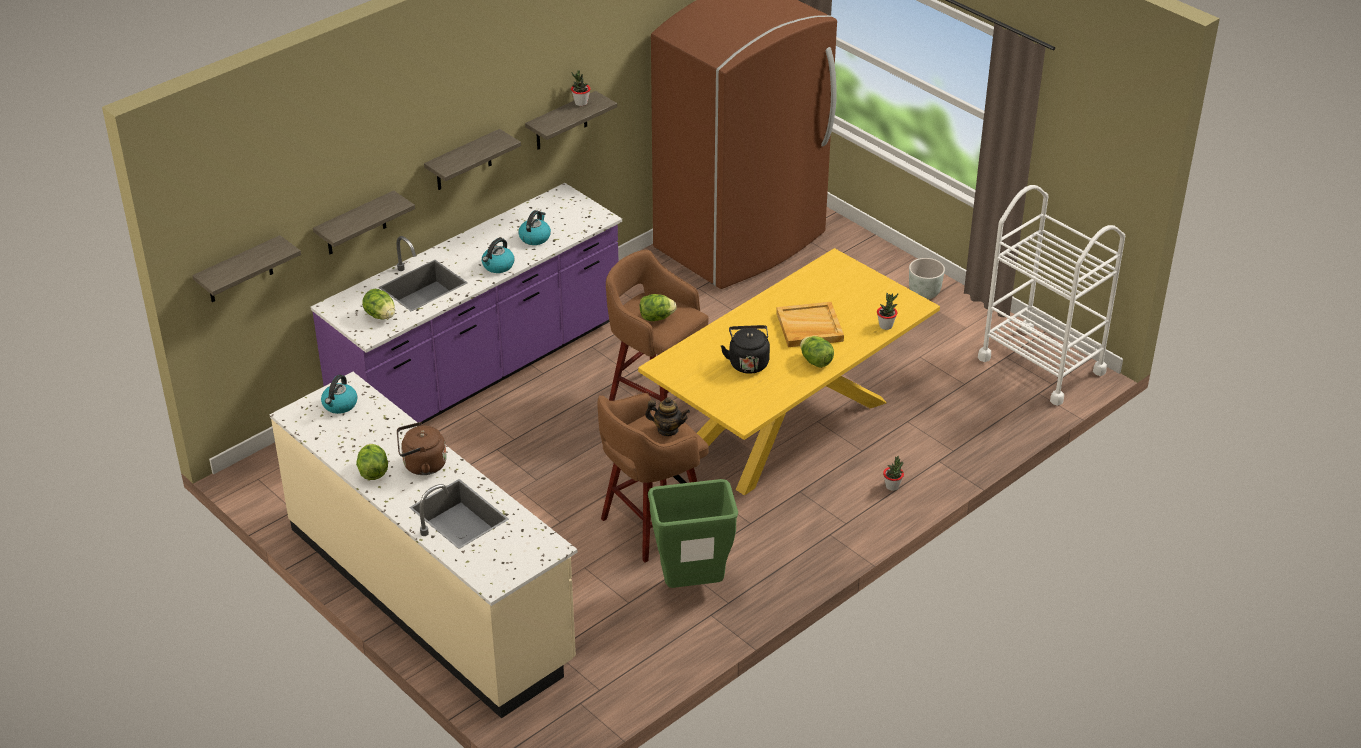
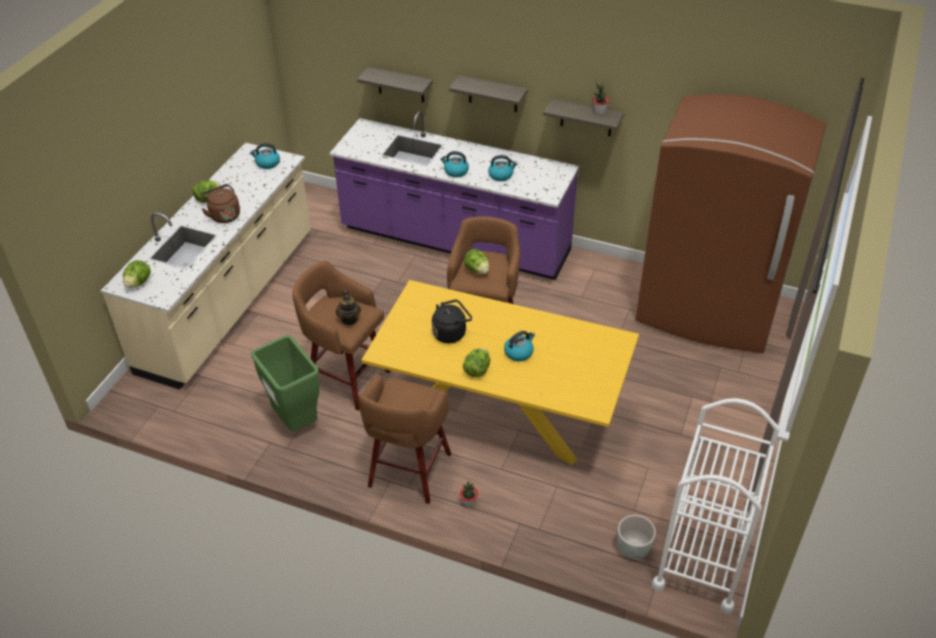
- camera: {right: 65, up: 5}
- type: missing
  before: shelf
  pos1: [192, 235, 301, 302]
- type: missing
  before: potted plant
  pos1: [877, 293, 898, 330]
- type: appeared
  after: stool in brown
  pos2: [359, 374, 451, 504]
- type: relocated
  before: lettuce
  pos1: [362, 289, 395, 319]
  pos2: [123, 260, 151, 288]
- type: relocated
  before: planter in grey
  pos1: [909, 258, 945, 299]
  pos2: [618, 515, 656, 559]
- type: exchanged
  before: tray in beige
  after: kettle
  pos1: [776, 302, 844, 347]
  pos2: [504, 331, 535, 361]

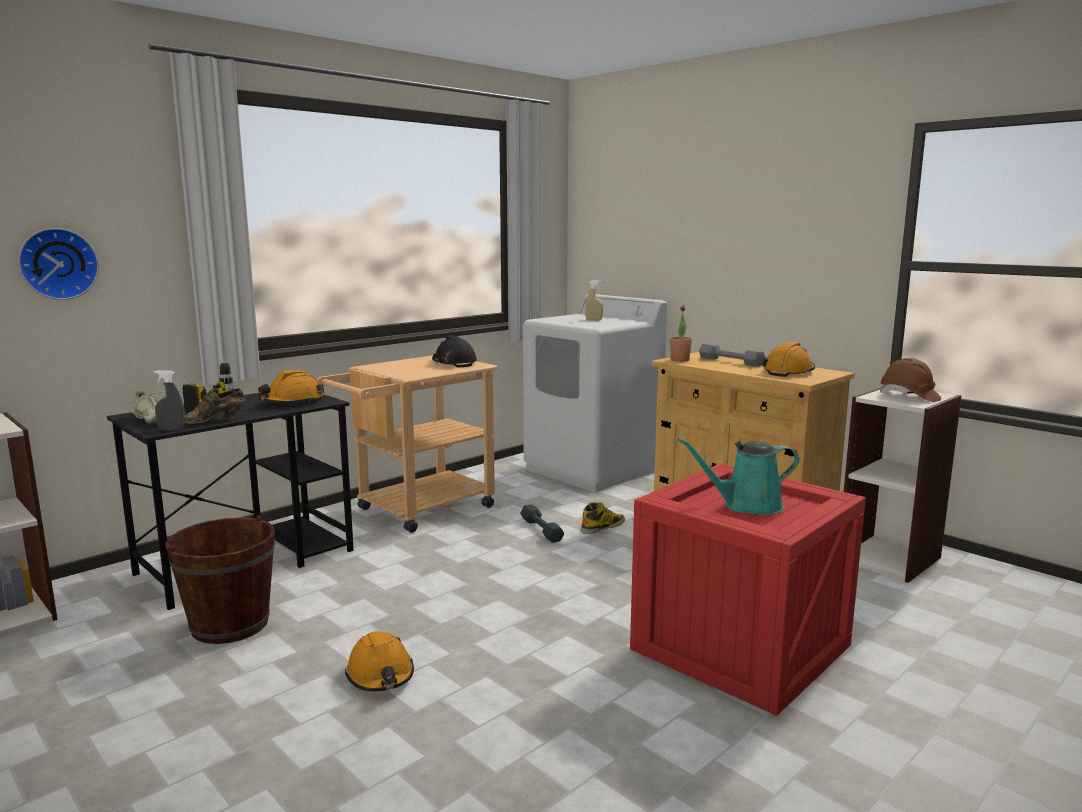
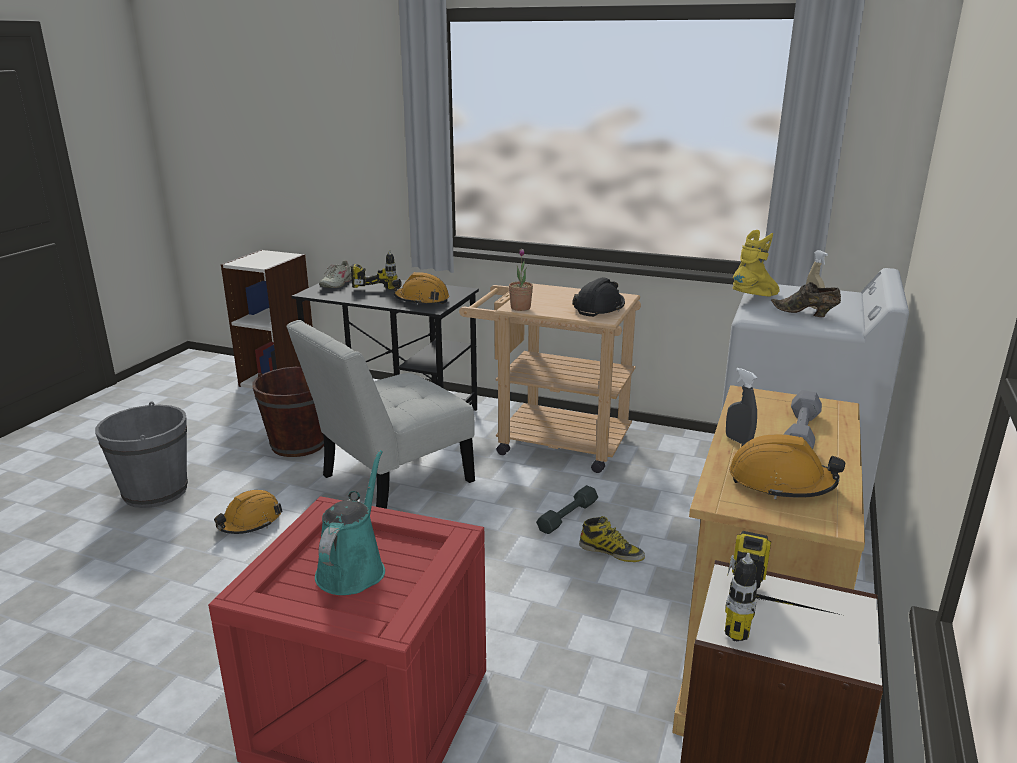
- camera: {right: 65, up: 10}
- type: missing
  before: wall clock
  pos1: [18, 228, 99, 300]
- type: appeared
  after: bucket in grey
  pos2: [95, 401, 188, 508]
- type: appeared
  after: chair in white
  pos2: [286, 320, 475, 509]
- type: appeared
  after: boot in yellow
  pos2: [732, 230, 779, 297]
- type: relocated
  before: spray bottle in grey
  pos1: [154, 370, 185, 430]
  pos2: [726, 368, 757, 444]
- type: relocated
  before: shoe in brown
  pos1: [185, 388, 245, 424]
  pos2: [771, 282, 841, 317]
- type: relocated
  before: potted plant
  pos1: [670, 305, 692, 362]
  pos2: [509, 248, 533, 311]
- type: exchanged
  before: hard hat in brown
  after: power drill
  pos1: [879, 358, 941, 402]
  pos2: [725, 531, 841, 641]
- type: spun
  before: watering can in turquoise
  pos1: [678, 438, 799, 515]
  pos2: [315, 450, 385, 595]
  turn: 45

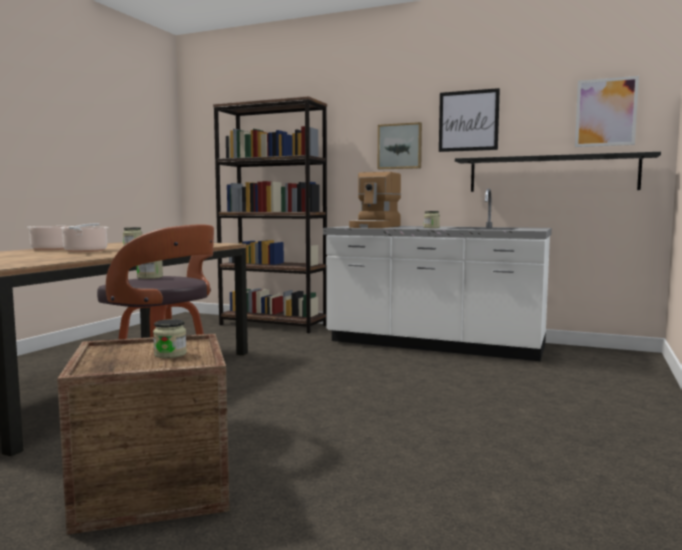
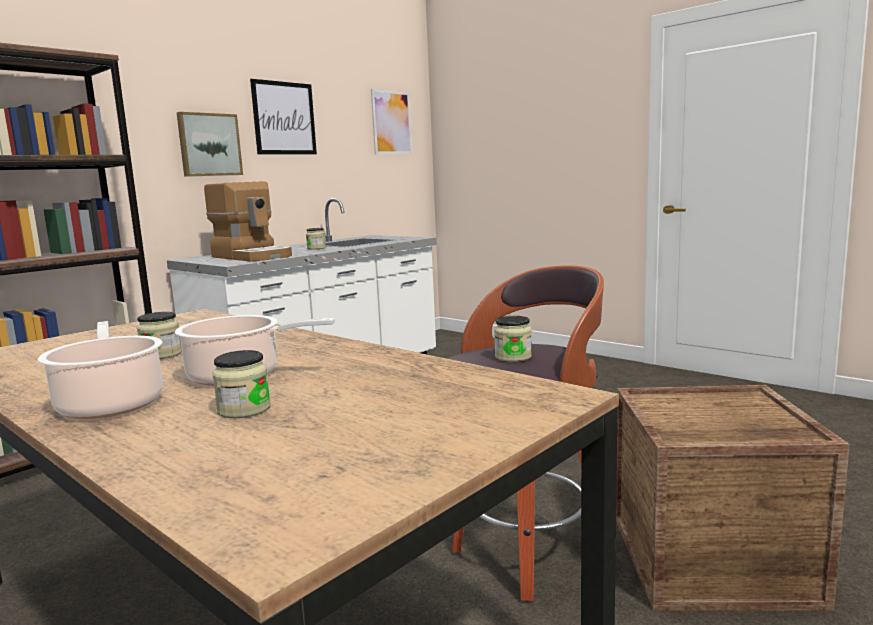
- camera: {right: -70, up: 5}
- type: missing
  before: shelf in black
  pos1: [455, 152, 661, 192]
- type: relocated
  before: jar
  pos1: [153, 319, 187, 358]
  pos2: [212, 350, 271, 418]

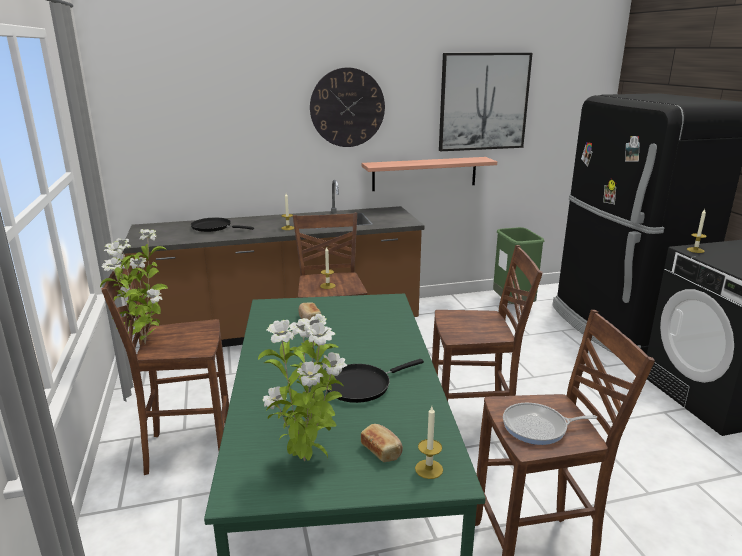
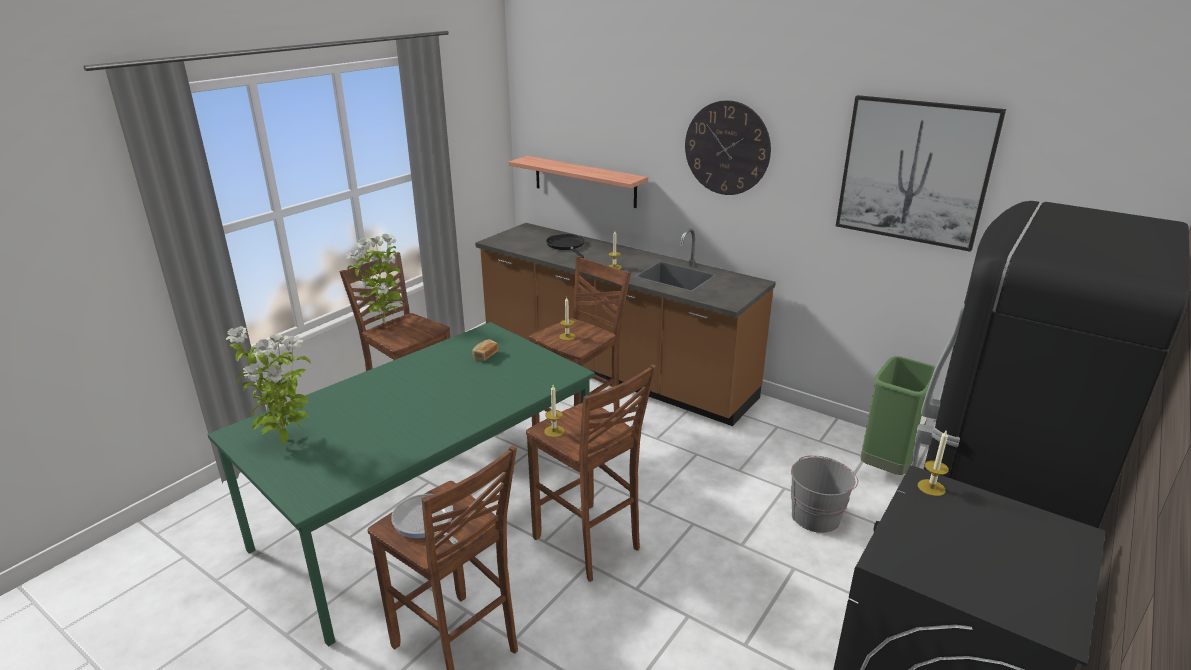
- camera: {right: 50, up: 5}
- type: missing
  before: frying pan in black
  pos1: [327, 359, 424, 403]
- type: missing
  before: bread
  pos1: [361, 424, 403, 462]
- type: appeared
  after: bucket in grey
  pos2: [791, 455, 858, 533]
- type: relocated
  before: shelf
  pos1: [362, 157, 497, 191]
  pos2: [509, 156, 648, 208]
- type: relocated
  before: candle
  pos1: [415, 406, 443, 479]
  pos2: [544, 385, 565, 437]

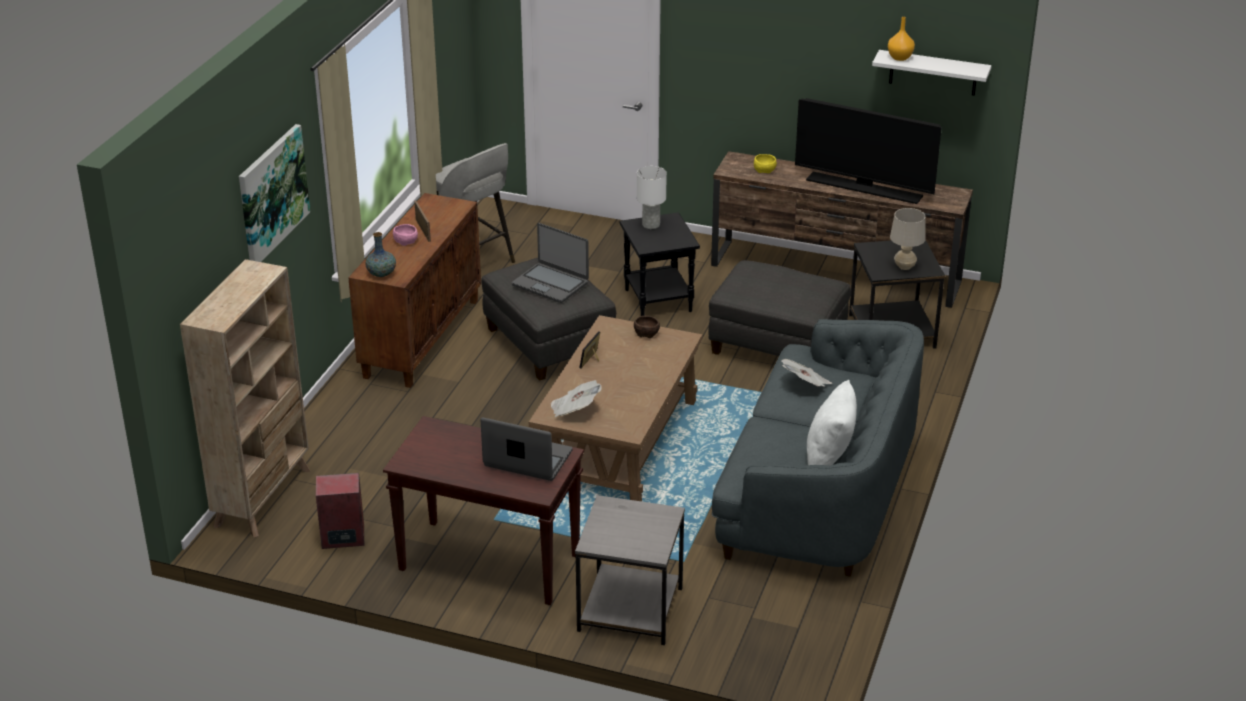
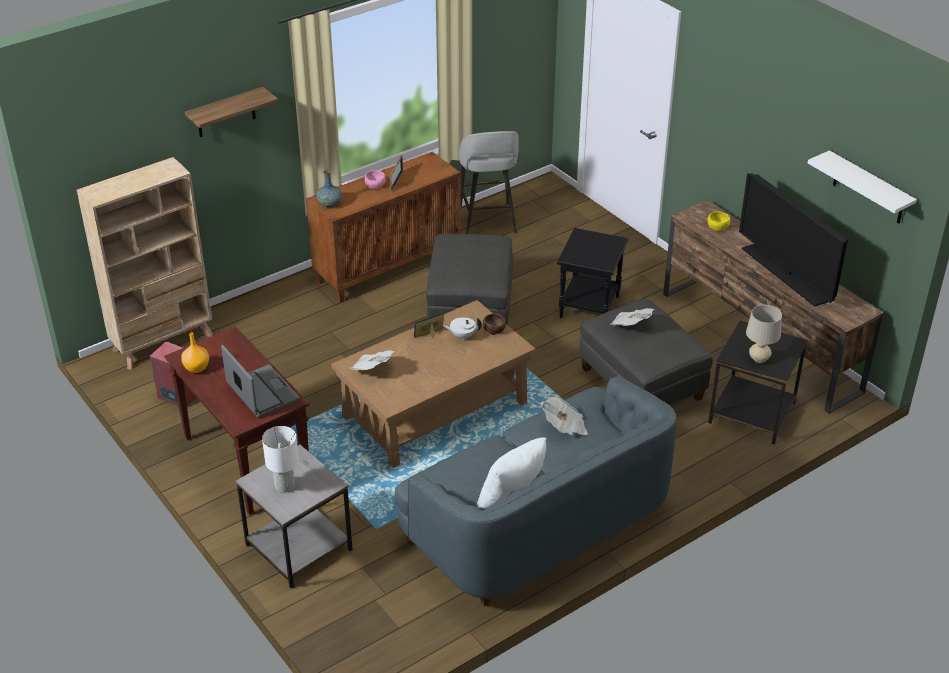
- camera: {right: 35, up: 5}
- type: missing
  before: laptop
  pos1: [512, 223, 589, 303]
- type: appeared
  after: teapot in white
  pos2: [442, 317, 482, 340]
- type: appeared
  after: newspaper
  pos2: [610, 308, 655, 326]
- type: relocated
  before: table lamp in white
  pos1: [637, 166, 667, 229]
  pos2: [262, 426, 299, 493]
- type: relocated
  before: vase in orange
  pos1: [888, 17, 915, 61]
  pos2: [181, 332, 209, 373]
- type: exchanged
  before: picture
  after: shelf
  pos1: [239, 124, 310, 262]
  pos2: [185, 87, 278, 137]

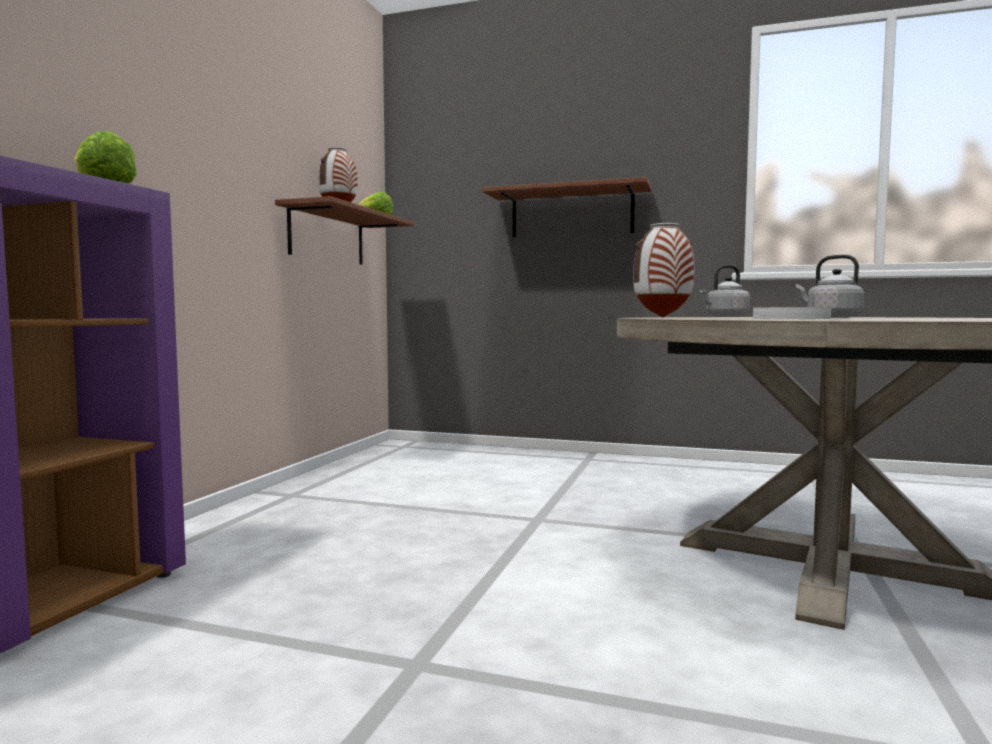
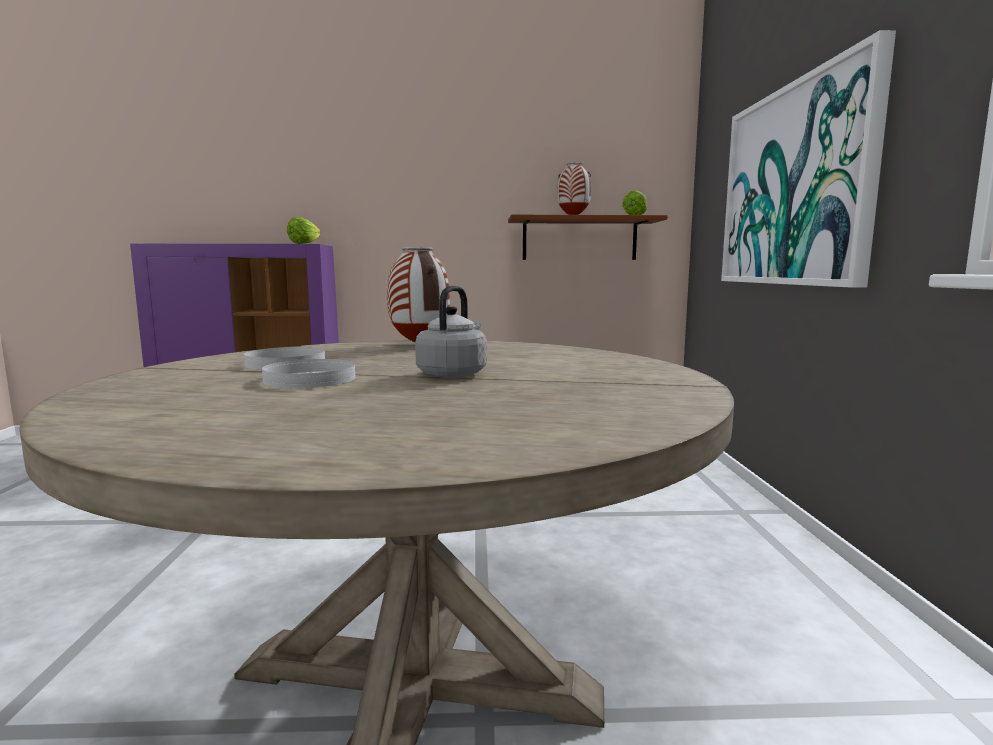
- camera: {right: 70, up: 5}
- type: missing
  before: kettle in grey
  pos1: [699, 265, 750, 317]
- type: appeared
  after: plate in white
  pos2: [262, 359, 355, 388]
- type: exchanged
  before: shelf in brown
  after: picture
  pos1: [482, 177, 652, 238]
  pos2: [721, 30, 896, 288]

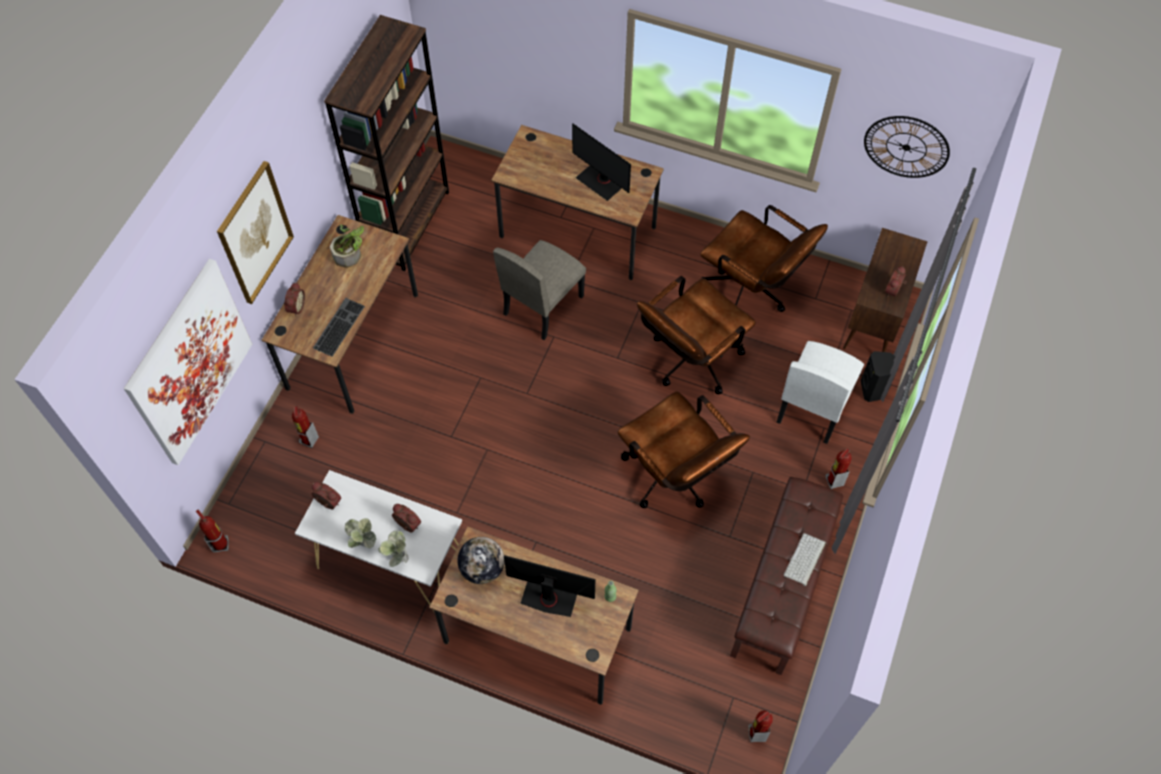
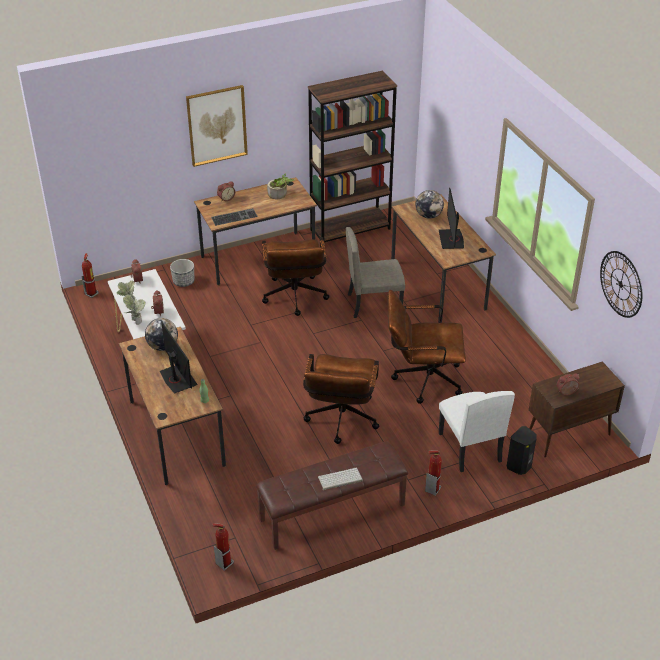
- camera: {right: 45, up: -20}
- type: missing
  before: picture
  pos1: [124, 259, 252, 465]
- type: appeared
  after: globe
  pos2: [416, 190, 444, 219]
- type: relocated
  before: office chair in brown
  pos1: [700, 205, 828, 312]
  pos2: [262, 237, 329, 316]
- type: exchanged
  before: fire extinguisher
  after: planter
  pos1: [292, 406, 319, 448]
  pos2: [170, 259, 194, 287]
- type: spun
  before: chair in white
  pos1: [777, 341, 864, 444]
  pos2: [439, 391, 515, 472]
  turn: -90

